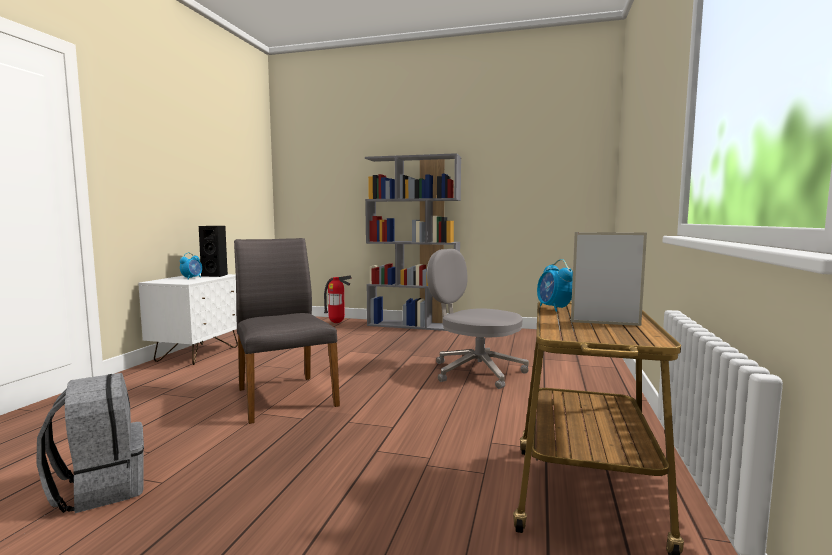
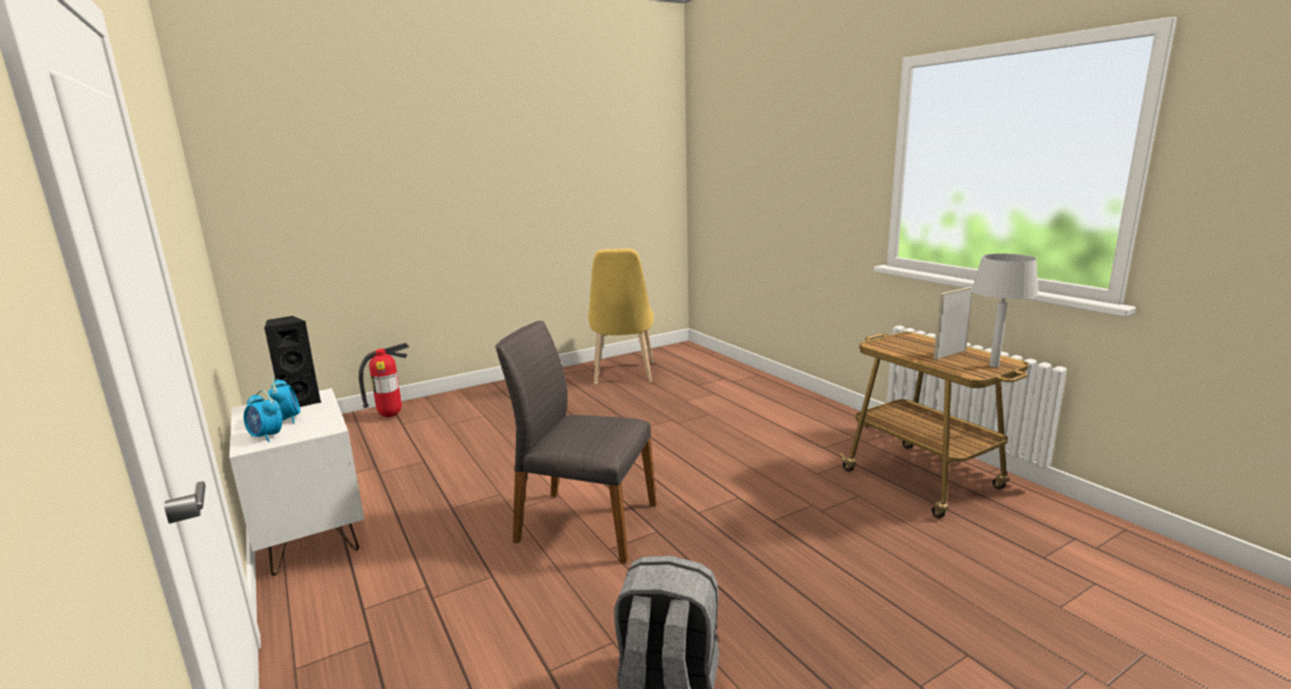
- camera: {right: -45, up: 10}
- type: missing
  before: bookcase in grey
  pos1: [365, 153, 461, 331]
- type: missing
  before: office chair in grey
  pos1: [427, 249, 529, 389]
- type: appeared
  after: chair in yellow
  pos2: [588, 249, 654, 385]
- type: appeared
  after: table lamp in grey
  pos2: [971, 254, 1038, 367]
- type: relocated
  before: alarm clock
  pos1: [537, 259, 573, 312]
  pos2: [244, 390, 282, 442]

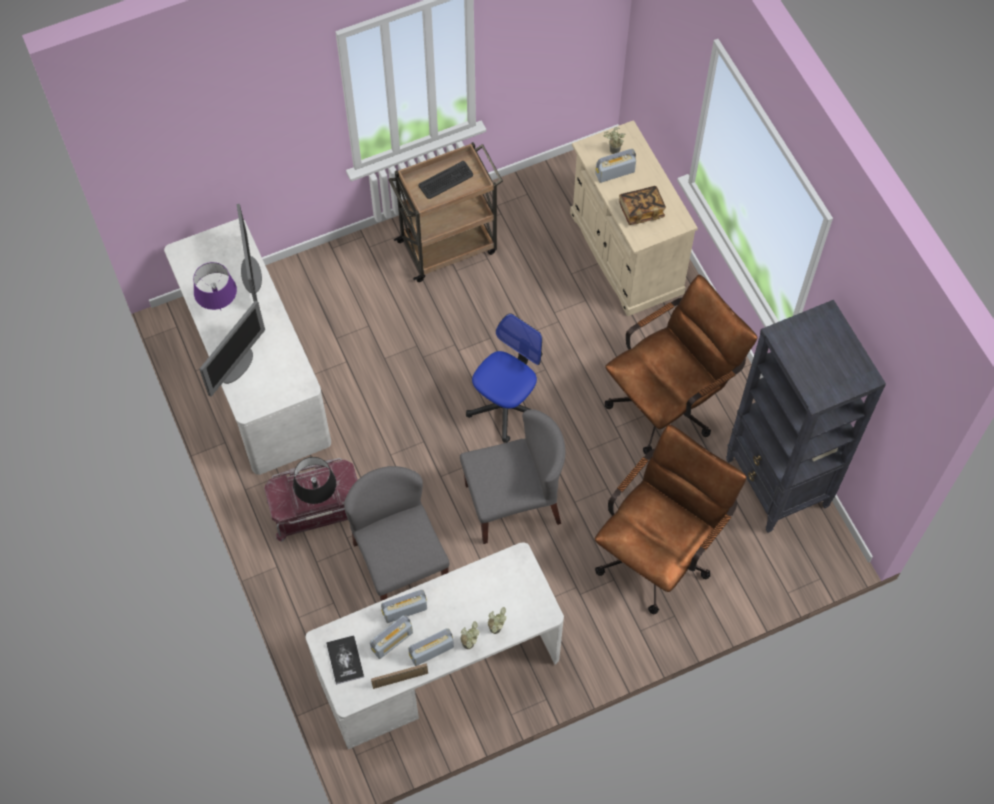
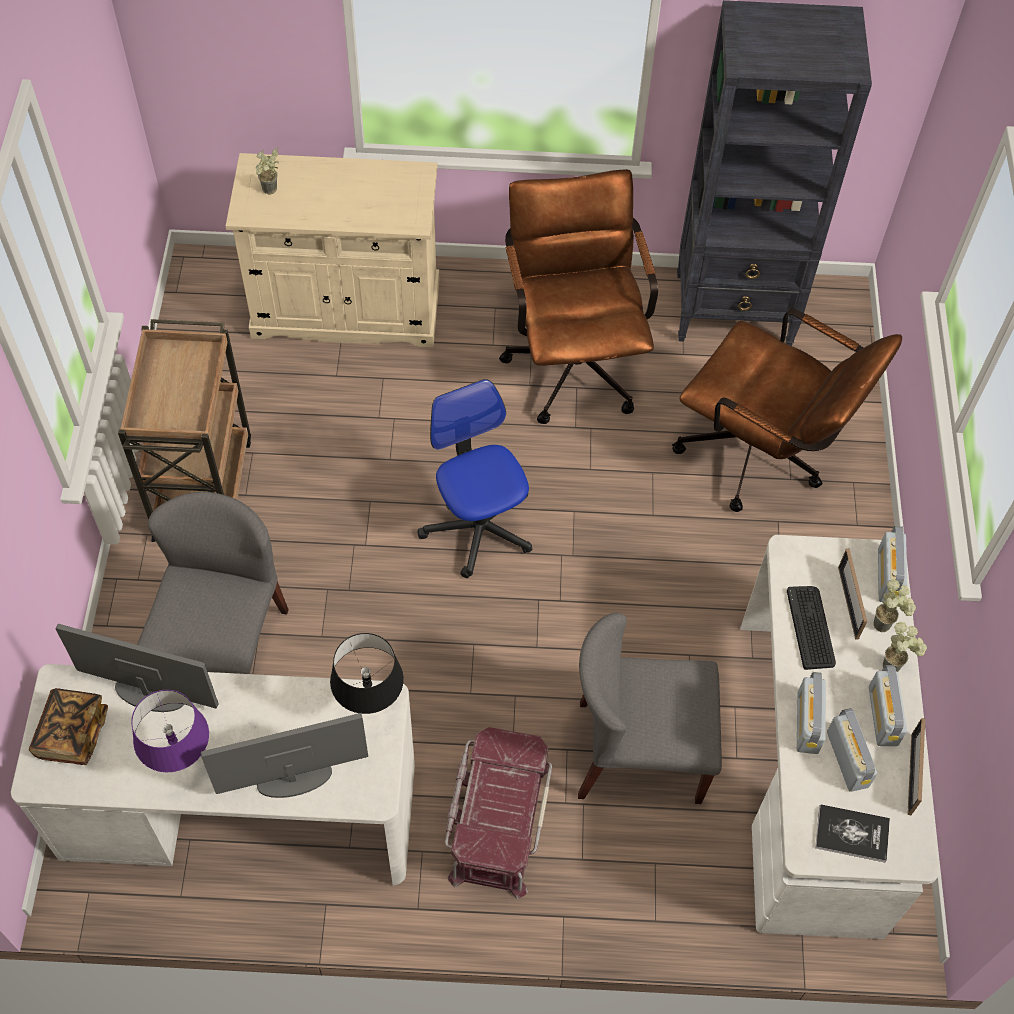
- camera: {right: -65, up: -5}
- type: appeared
  after: picture frame
  pos2: [838, 549, 867, 640]
- type: relocated
  before: table lamp in black
  pos1: [293, 457, 336, 504]
  pos2: [330, 633, 404, 714]
- type: relocated
  before: keyboard
  pos1: [419, 161, 473, 199]
  pos2: [787, 586, 836, 670]
- type: relocated
  before: chair in grey
  pos1: [460, 409, 565, 544]
  pos2: [137, 492, 289, 674]
- type: relocated
  before: radio
  pos1: [595, 149, 636, 183]
  pos2: [878, 526, 907, 602]
- type: relocated
  before: book
  pos1: [619, 186, 666, 225]
  pos2: [29, 688, 108, 765]
- type: spun
  before: monitor
  pos1: [199, 300, 265, 397]
  pos2: [201, 713, 368, 798]
  turn: -75
- type: spun
  before: office chair in brown
  pos1: [595, 424, 747, 614]
  pos2: [672, 308, 902, 512]
  turn: 150

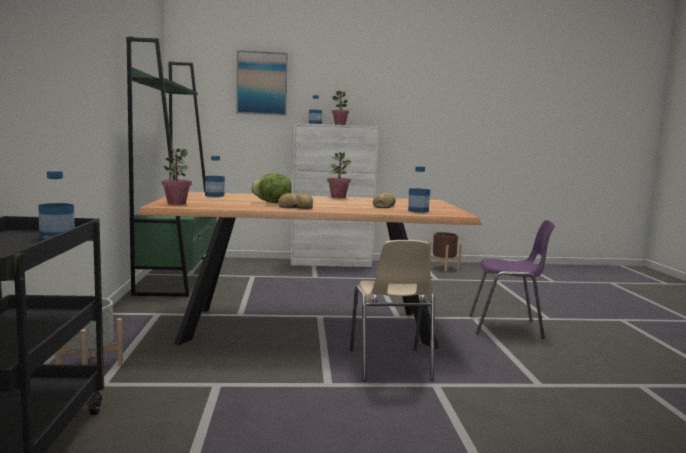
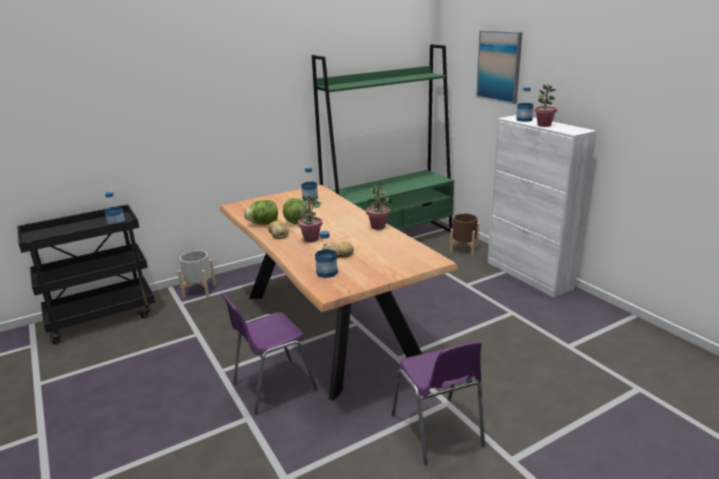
- camera: {right: 65, up: 15}
- type: appeared
  after: lettuce
  pos2: [244, 200, 278, 225]
- type: relocated
  before: potted plant
  pos1: [161, 148, 192, 205]
  pos2: [298, 194, 323, 242]
- type: relocated
  before: planter in brown
  pos1: [429, 232, 462, 272]
  pos2: [450, 213, 479, 256]
- type: colour
  before: chair in beige
  after: chair in purple
  pos1: [350, 240, 435, 381]
  pos2: [221, 293, 318, 415]

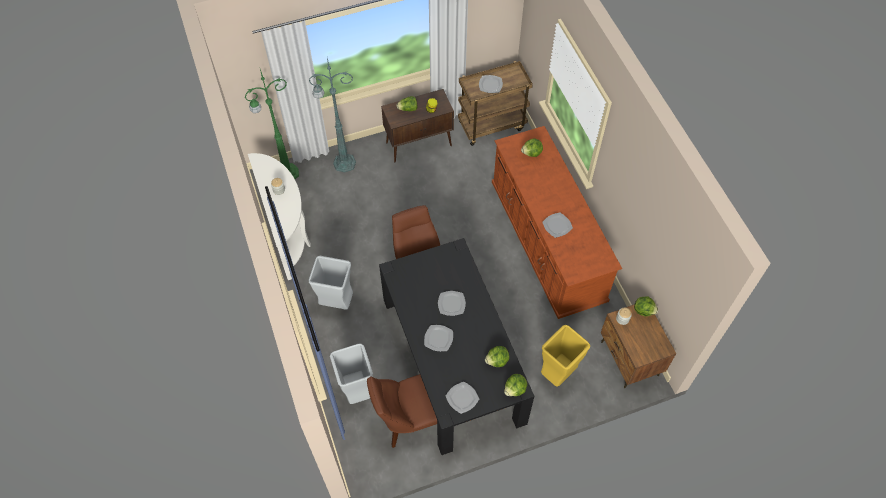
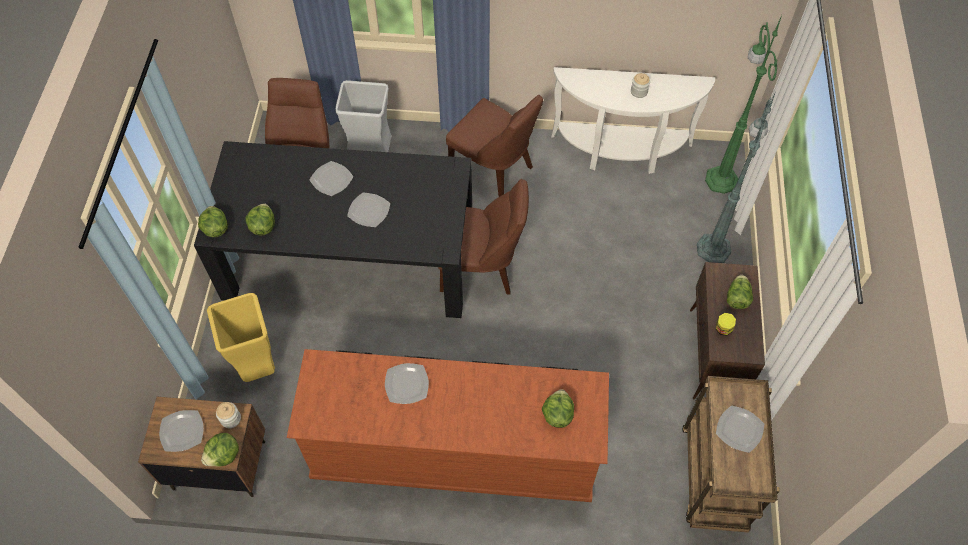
- camera: {right: 115, up: 0}
- type: relocated
  before: plate
  pos1: [446, 382, 479, 414]
  pos2: [159, 410, 204, 452]
- type: exchanged
  before: trash can in grey
  after: chair in brown
  pos1: [309, 256, 353, 310]
  pos2: [446, 95, 543, 197]

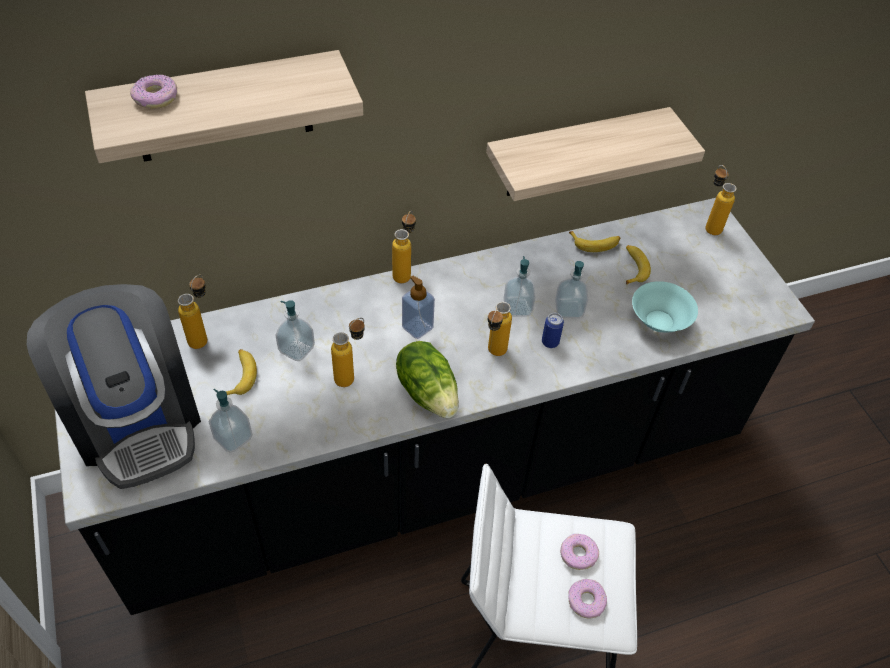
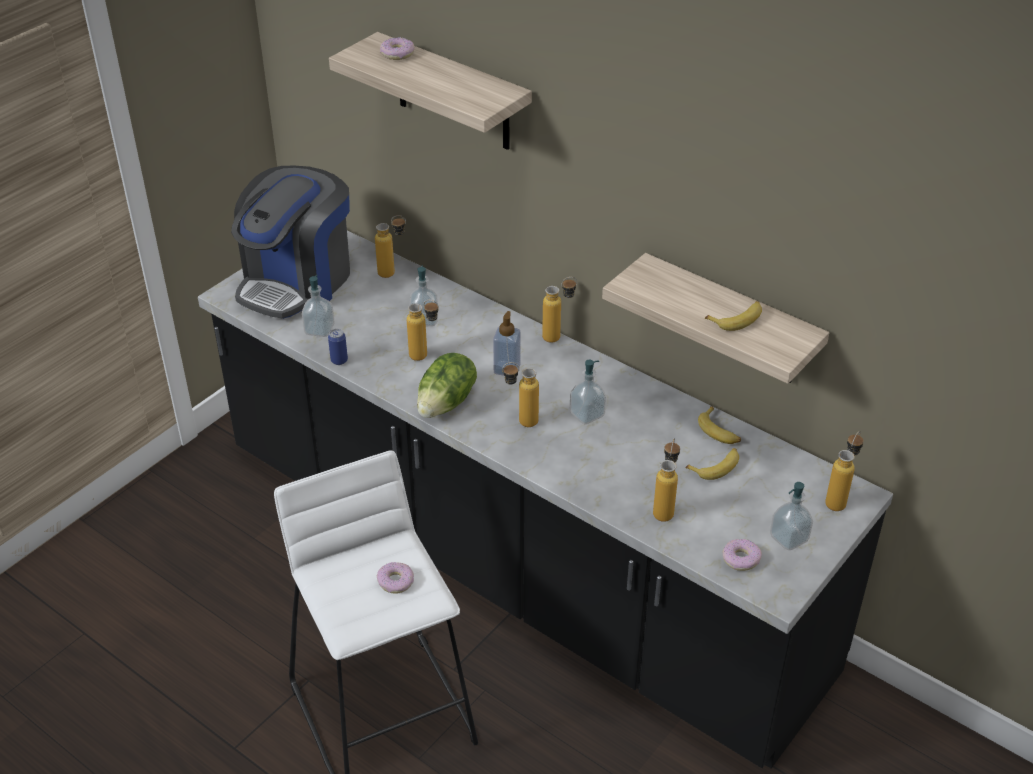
- camera: {right: 60, up: -10}
- type: relocated
  before: banana
  pos1: [226, 349, 257, 395]
  pos2: [705, 301, 762, 331]
- type: relocated
  before: can
  pos1: [542, 313, 564, 348]
  pos2: [328, 328, 348, 365]
- type: relocated
  before: soap dispenser
  pos1: [555, 261, 588, 318]
  pos2: [770, 482, 813, 550]
- type: relocated
  before: donut
  pos1: [568, 579, 607, 619]
  pos2: [723, 539, 762, 571]
- type: exchanged
  before: bowl in turquoise
  after: bottle
  pos1: [632, 281, 698, 333]
  pos2: [653, 438, 680, 522]

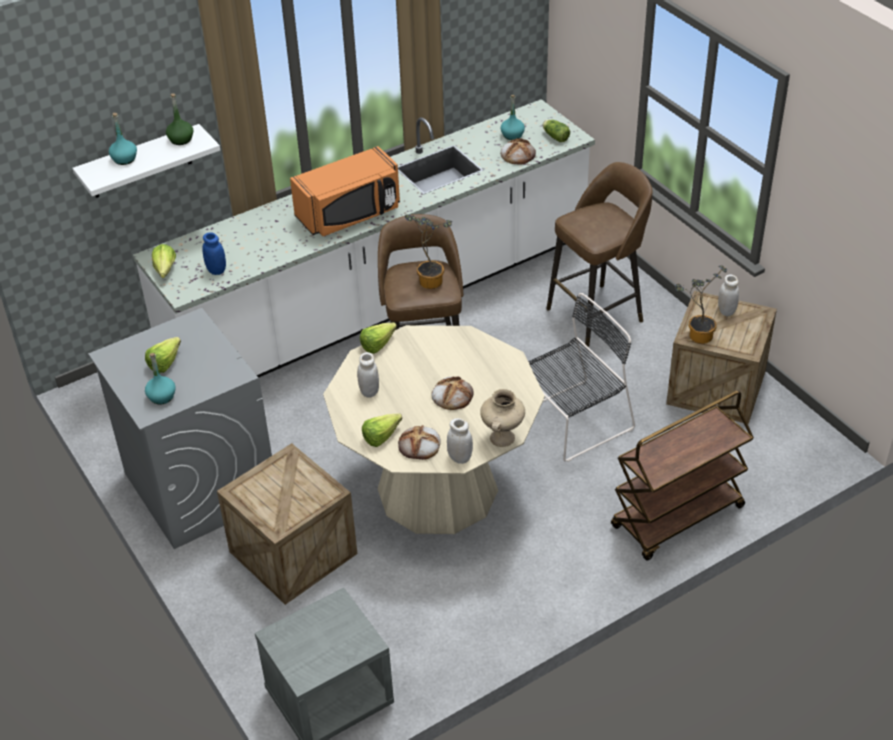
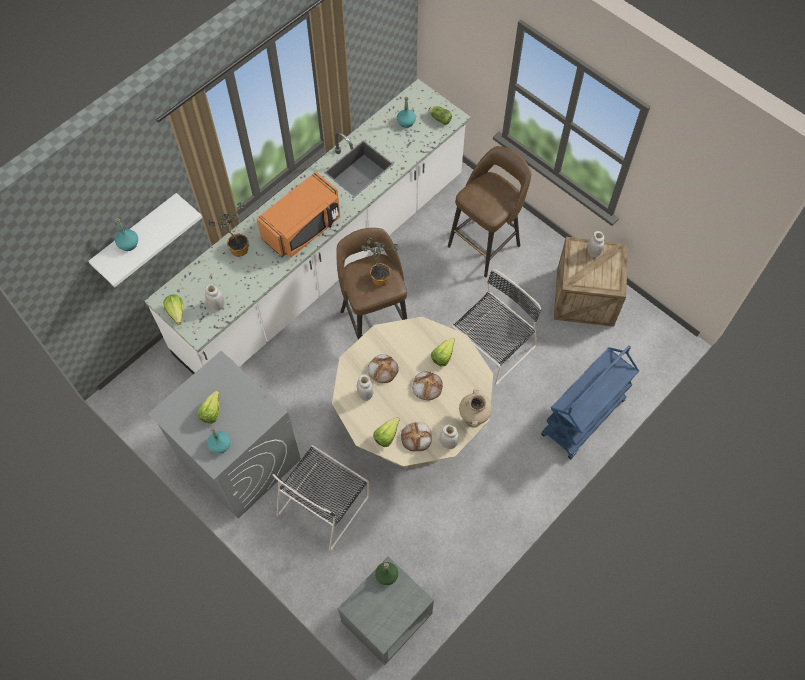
- camera: {right: -15, up: 20}
- type: relocated
  before: bottle in green
  pos1: [166, 93, 193, 145]
  pos2: [375, 562, 398, 585]
- type: relocated
  before: lettuce
  pos1: [360, 323, 397, 354]
  pos2: [431, 338, 455, 366]
- type: relocated
  before: bread
  pos1: [500, 138, 536, 165]
  pos2: [367, 354, 399, 383]
- type: relocated
  before: potted plant
  pos1: [675, 265, 727, 344]
  pos2: [208, 202, 249, 257]
- type: exchanged
  before: crate
  after: chair in black
  pos1: [217, 443, 357, 605]
  pos2: [272, 445, 369, 551]
- type: colour
  before: jar in blue
  after: jar in white
  pos1: [202, 232, 226, 275]
  pos2: [205, 284, 225, 311]
- type: colour
  before: cart in brown
  after: cart in blue
  pos1: [611, 391, 754, 561]
  pos2: [541, 345, 639, 459]

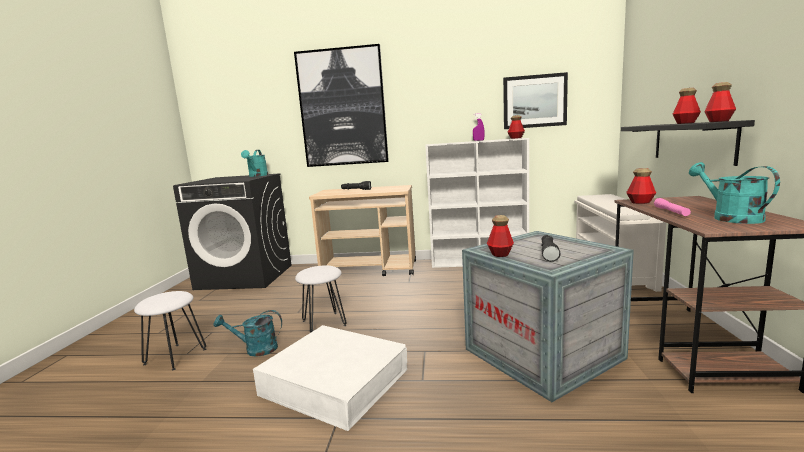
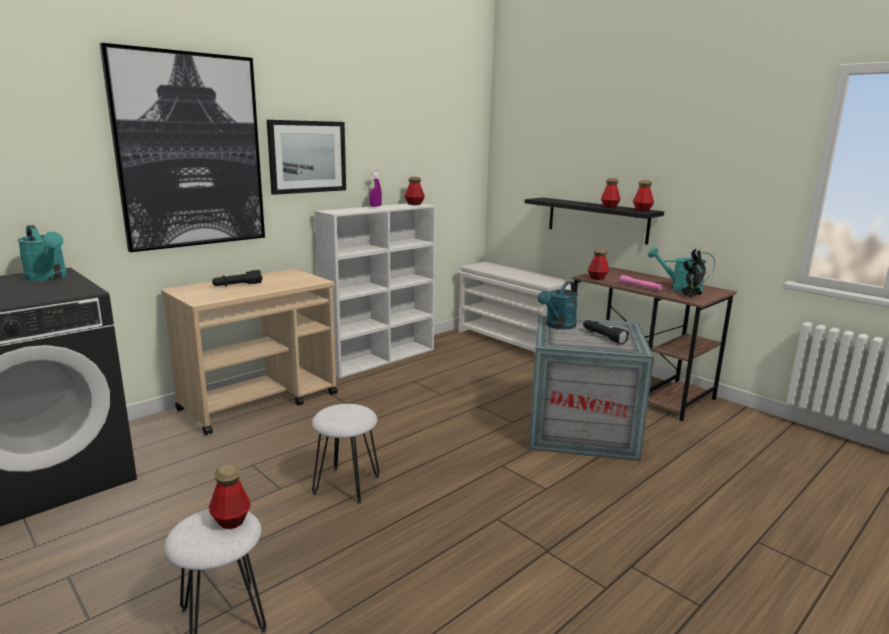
- camera: {right: -50, up: 5}
- type: missing
  before: storage box in white
  pos1: [253, 325, 407, 431]
- type: appeared
  after: potted plant
  pos2: [683, 249, 706, 298]
- type: relocated
  before: watering can in turquoise
  pos1: [214, 310, 282, 357]
  pos2: [538, 281, 578, 329]
- type: relocated
  before: bottle
  pos1: [487, 215, 514, 257]
  pos2: [209, 465, 251, 529]
- type: relocated
  before: picture
  pos1: [503, 72, 568, 129]
  pos2: [267, 120, 346, 195]

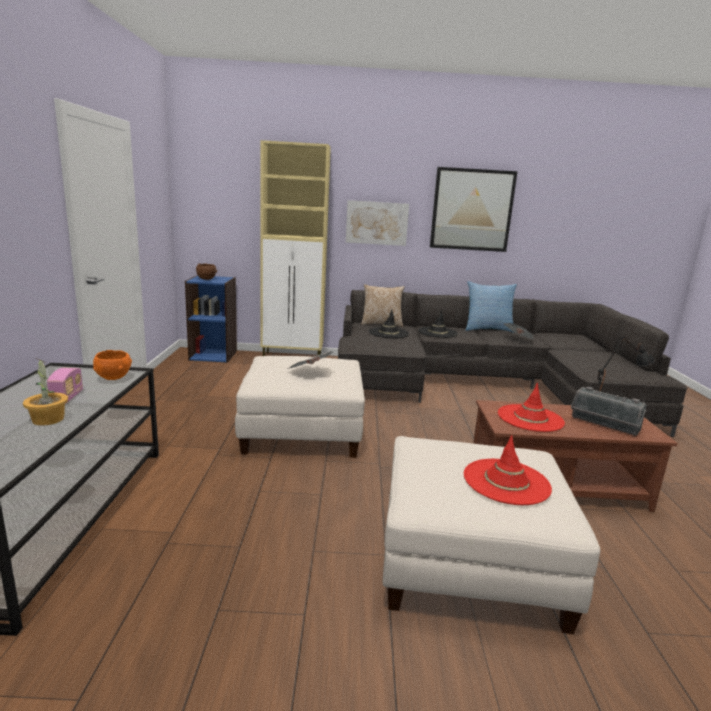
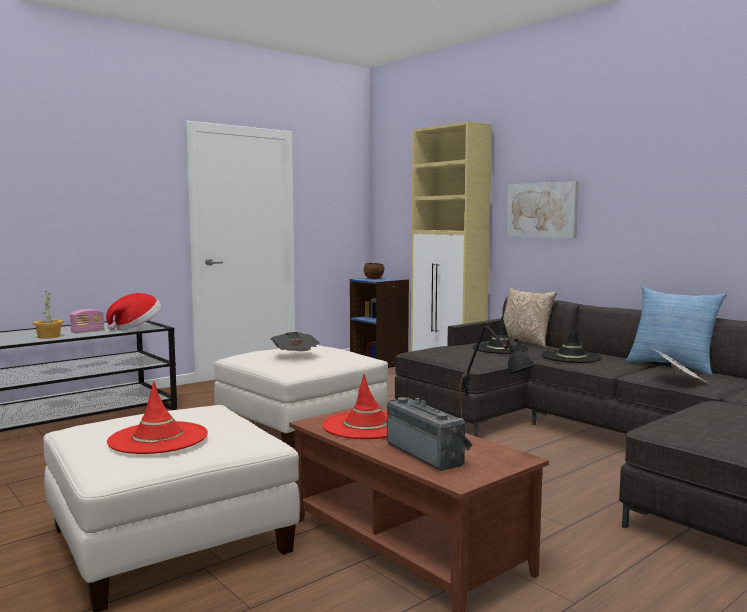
- camera: {right: 50, up: -10}
- type: missing
  before: picture
  pos1: [430, 167, 518, 252]
- type: exchanged
  before: bowl in orange
  after: hat
  pos1: [93, 350, 132, 380]
  pos2: [106, 293, 162, 330]
- type: spun
  before: radio
  pos1: [571, 387, 647, 436]
  pos2: [387, 397, 473, 471]
  turn: 150

